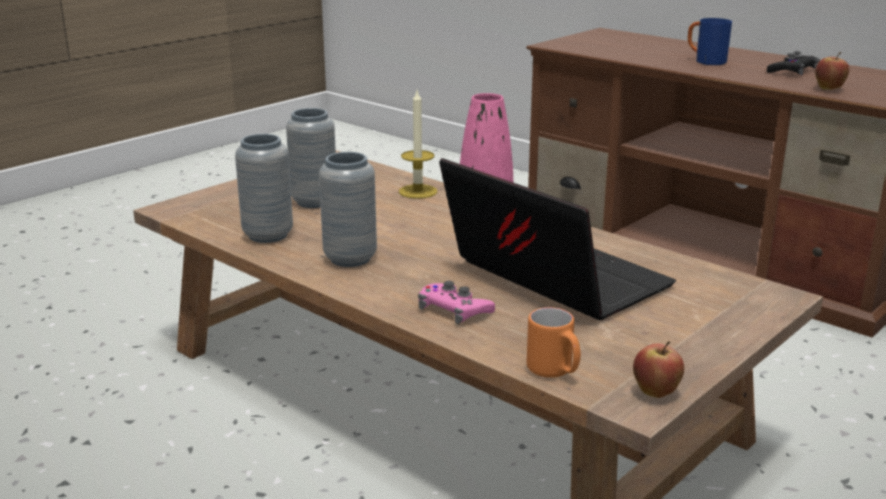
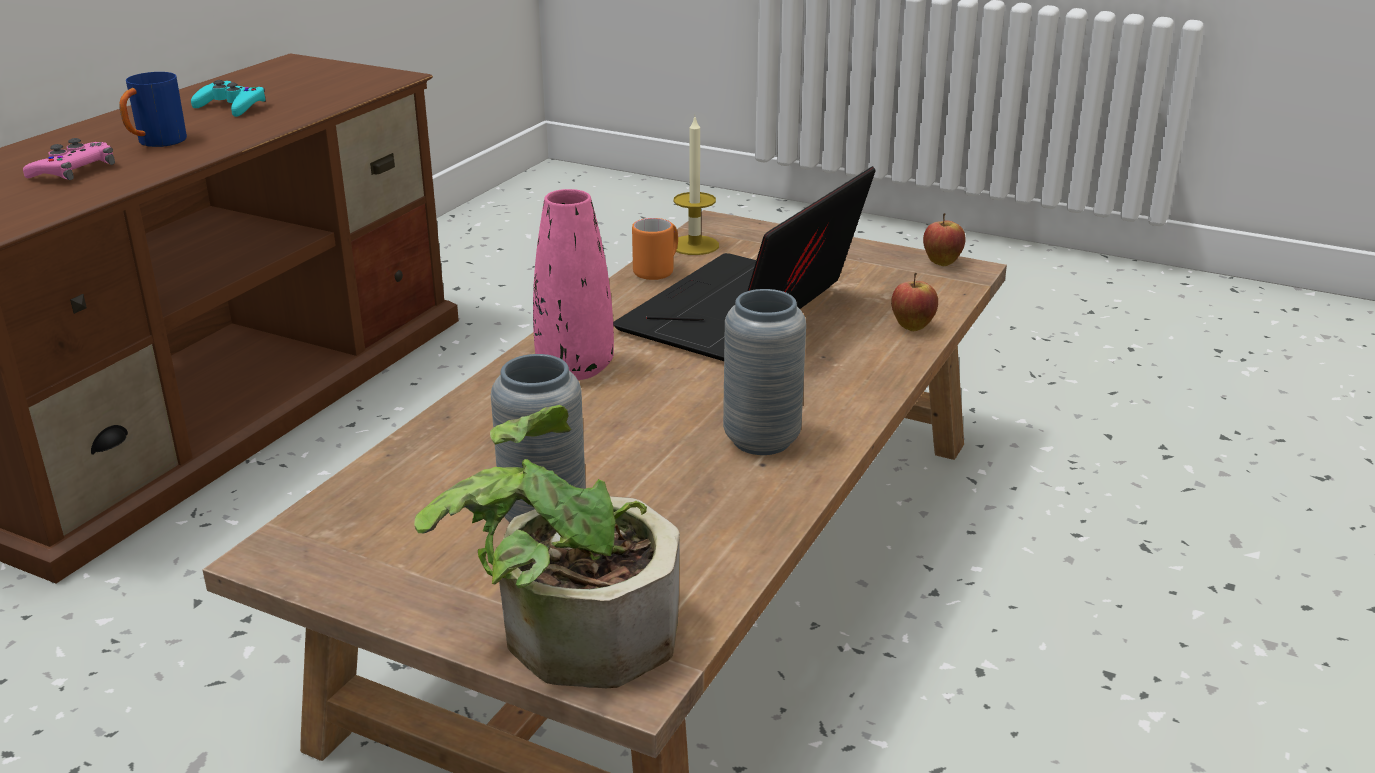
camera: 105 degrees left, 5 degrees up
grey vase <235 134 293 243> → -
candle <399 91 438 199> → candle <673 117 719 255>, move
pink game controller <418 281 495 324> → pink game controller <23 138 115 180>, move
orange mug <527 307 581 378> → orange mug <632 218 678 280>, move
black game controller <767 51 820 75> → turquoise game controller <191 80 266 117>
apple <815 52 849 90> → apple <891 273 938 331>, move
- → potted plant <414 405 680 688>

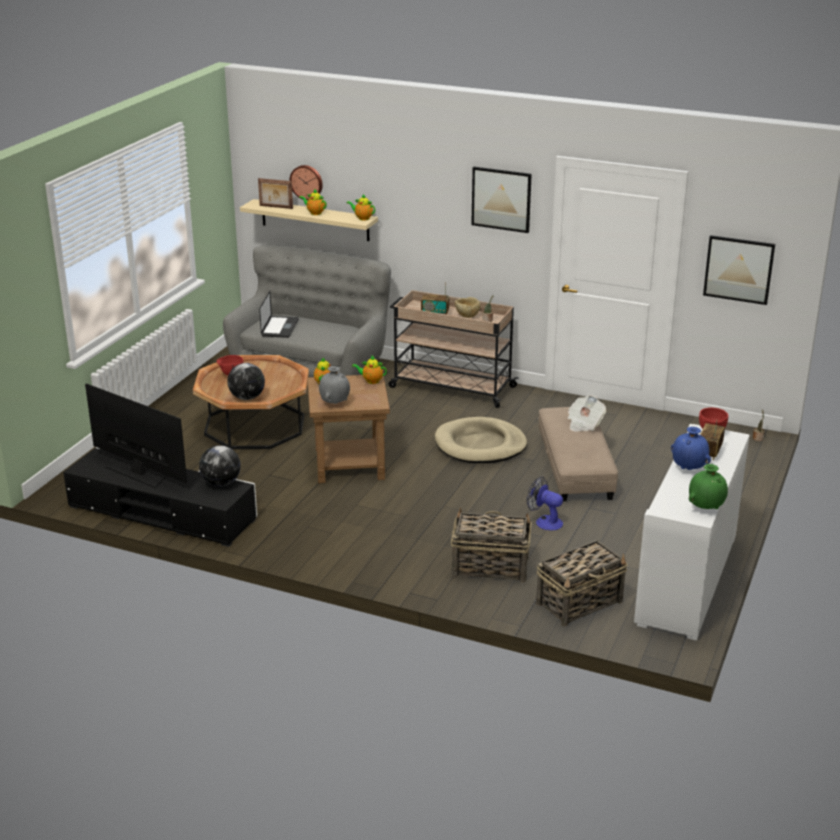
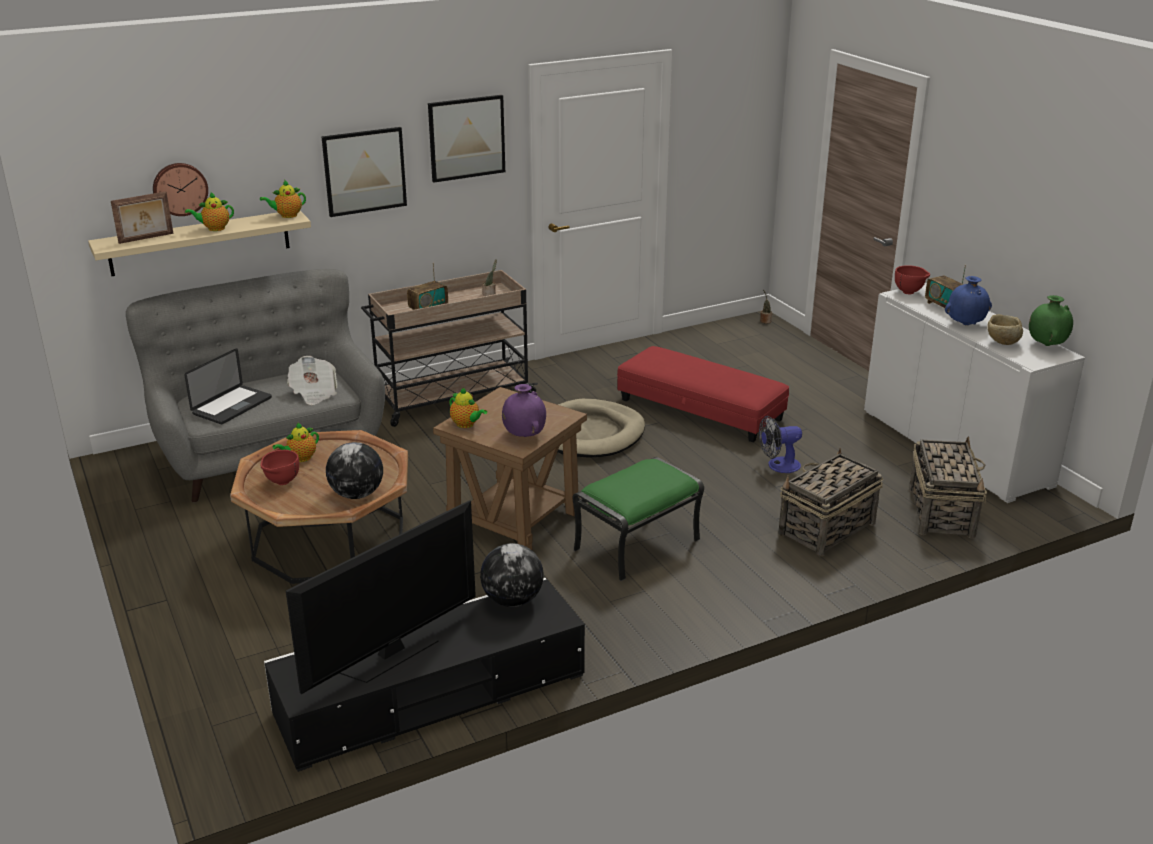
camera: 50 degrees left, 0 degrees up
television <85 383 187 488> → television <286 500 476 694>, 150 degrees clockwise
laptop <259 291 298 338> → laptop <184 348 272 424>, 75 degrees clockwise
grey vase <319 366 350 404> → purple vase <502 384 546 437>
teapot <352 356 387 384> → teapot <273 422 319 462>, move
beige bowl <455 297 480 318> → beige bowl <987 314 1023 345>, move
beige ottoman <538 407 618 501> → red ottoman <617 346 789 442>
newspaper <568 395 606 432> → newspaper <287 356 337 405>, move
picture <703 235 775 305> → picture <322 127 407 217>, move
- → green ottoman <572 457 704 581>

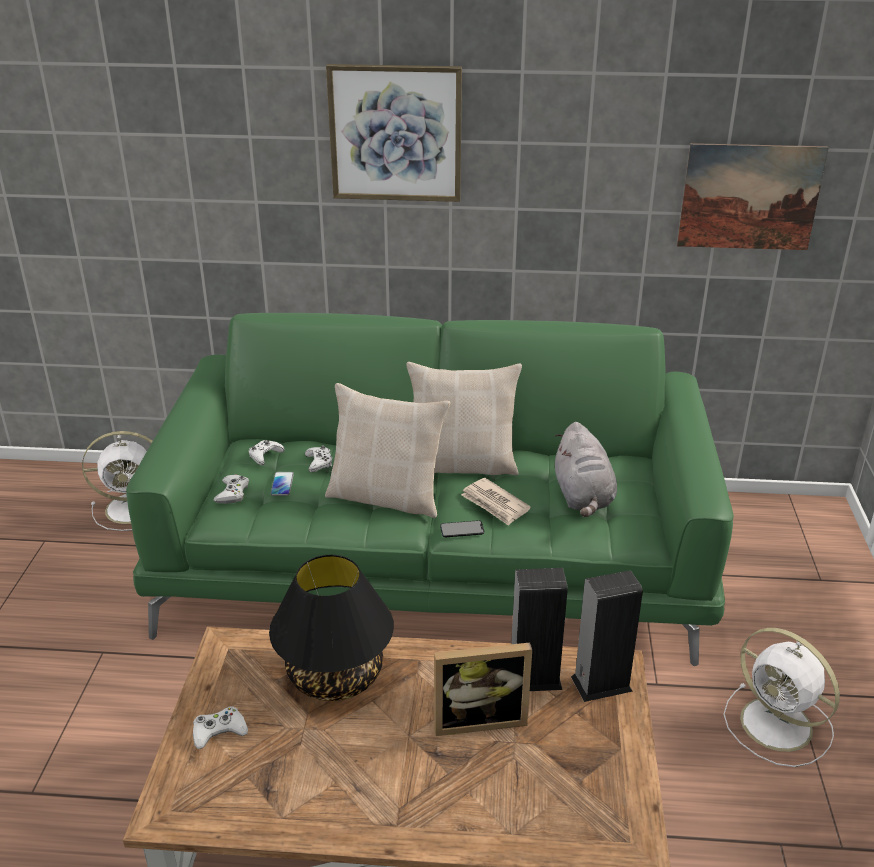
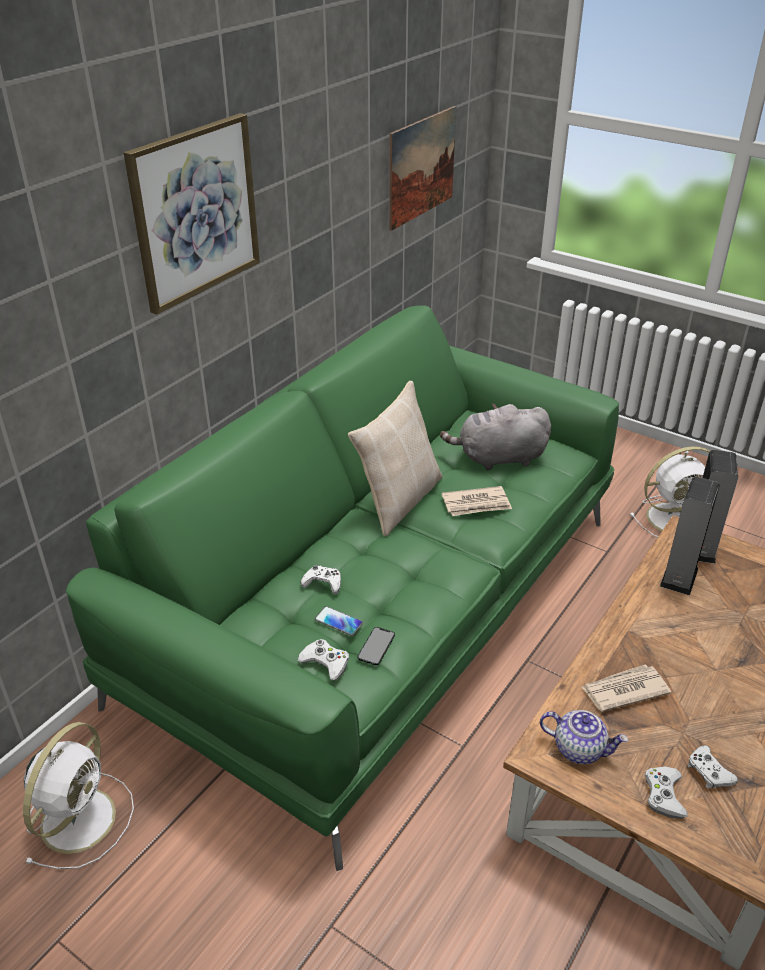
camera: 60 degrees left, 5 degrees up
white game controller <249 440 284 465> → white game controller <688 745 738 788>, move
black table lamp <269 555 394 701> → newspaper <581 664 671 712>
beige pillow <325 383 450 518> → -
picture frame <434 643 532 736> → -
phone <440 520 484 537> → phone <358 627 395 665>, move
grey plush toy <555 422 617 517> → grey plush toy <440 404 551 470>, 150 degrees clockwise
- → teapot <540 710 628 764>

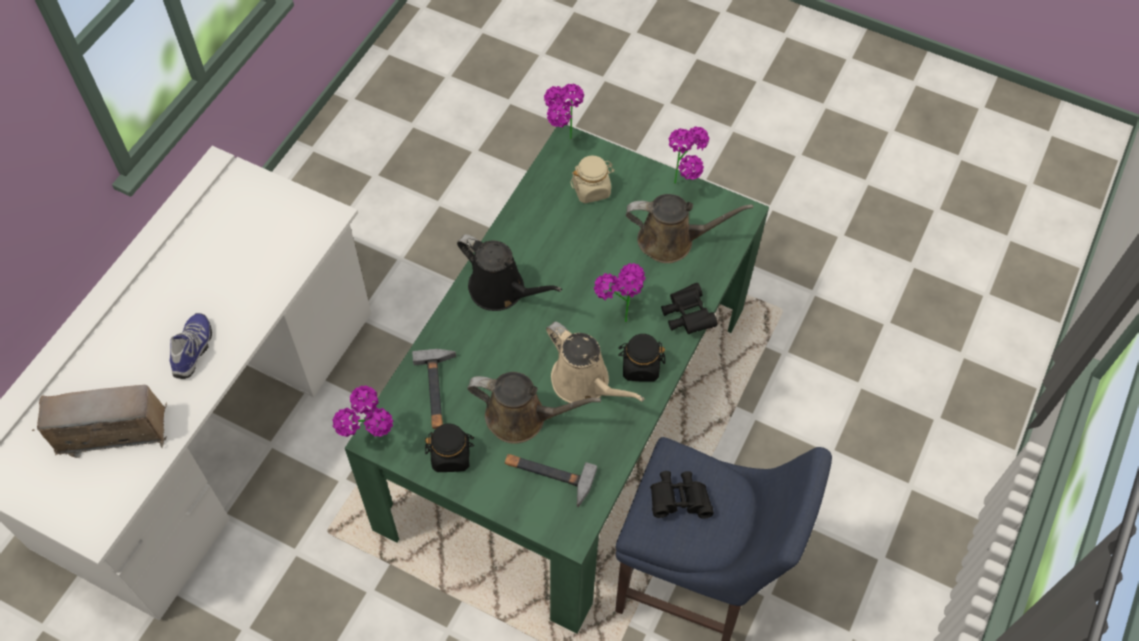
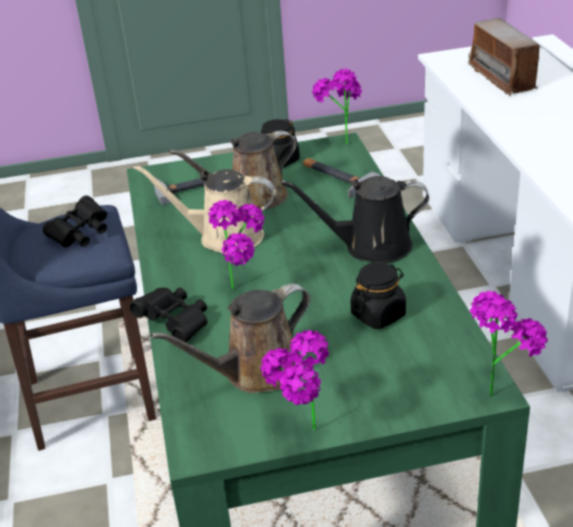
camera: 145 degrees right, 25 degrees down
radio <32 385 167 458> → radio <468 18 542 96>, 120 degrees clockwise
shoe <170 313 212 379> → -
beige jar <570 155 615 203> → -
black jar <618 334 665 382> → black jar <351 262 406 329>, move

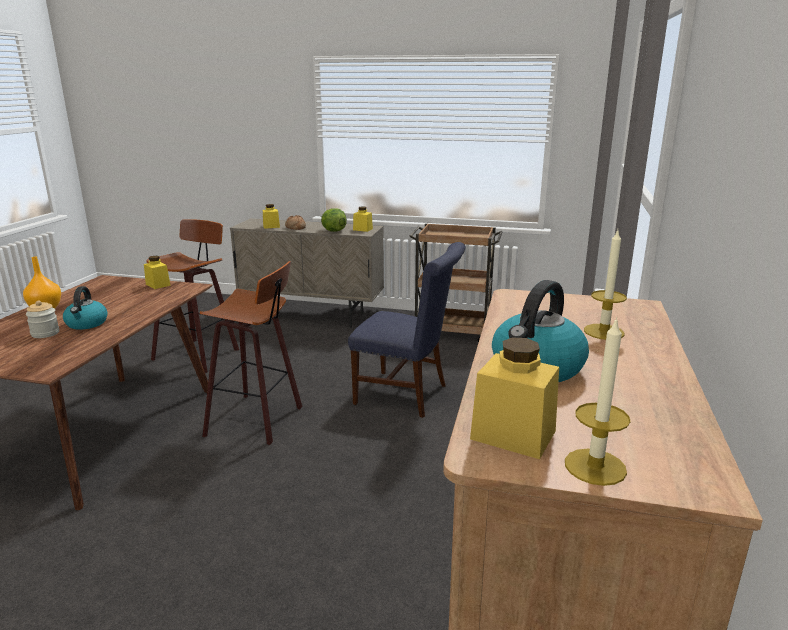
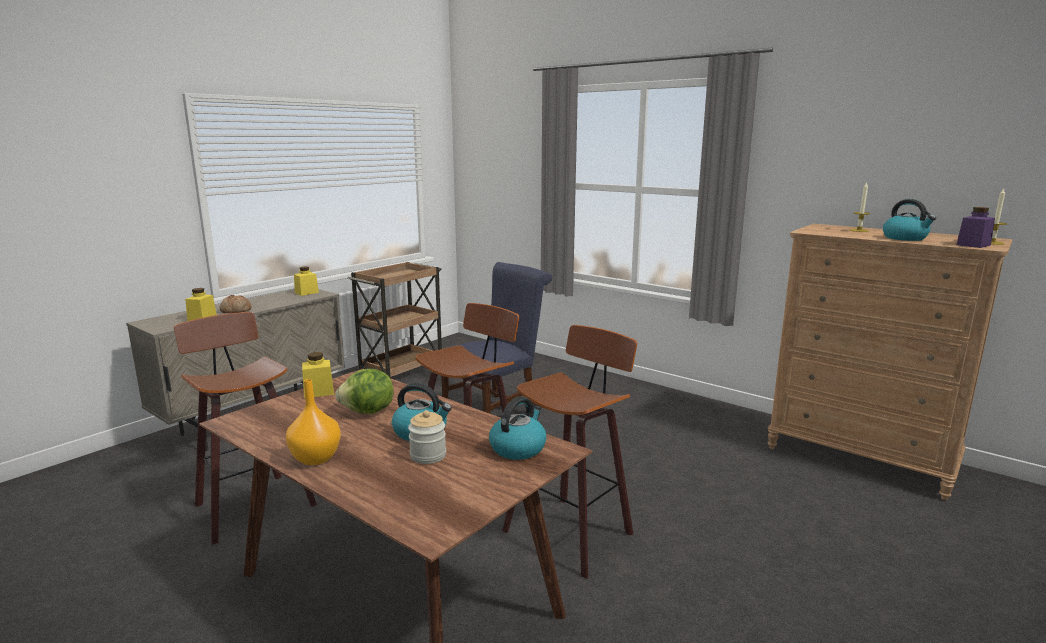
camera: 65 degrees left, 5 degrees down
lettuce <321 208 347 231> → lettuce <335 369 393 414>, move
yellow jar <470 337 559 459> → purple jar <956 207 995 248>
- → kettle <489 396 546 460>
- → stool <502 325 637 579>

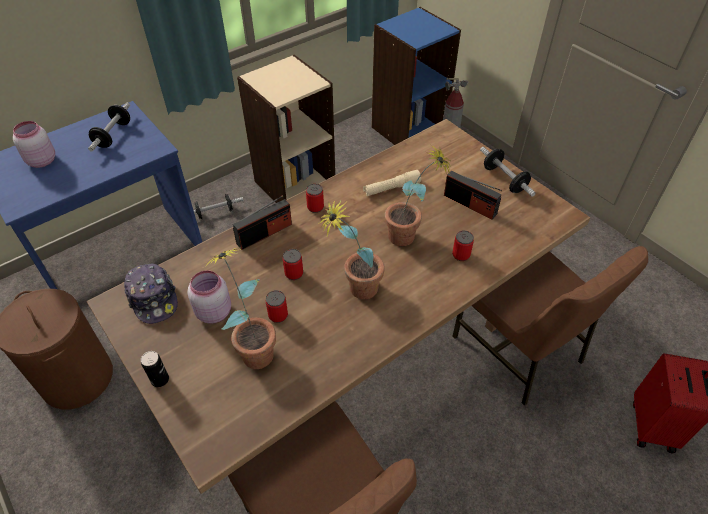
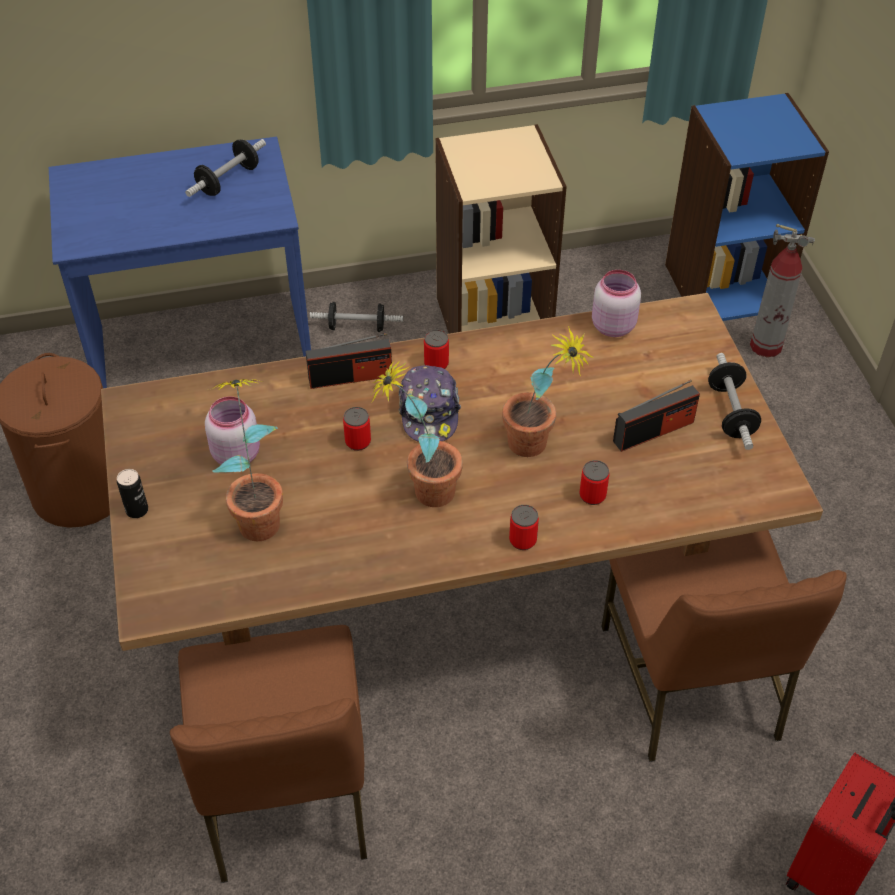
camera: 25 degrees right, 0 degrees up
pink jar <13 121 55 168> → pink jar <592 270 641 337>, move
cap <124 264 178 324> → cap <399 365 461 442>, move
can <266 290 288 323> → can <509 505 539 550>, move
beige flashlight <363 170 421 196> → -
radio <444 171 502 220> → radio <613 380 700 452>, 90 degrees counterclockwise

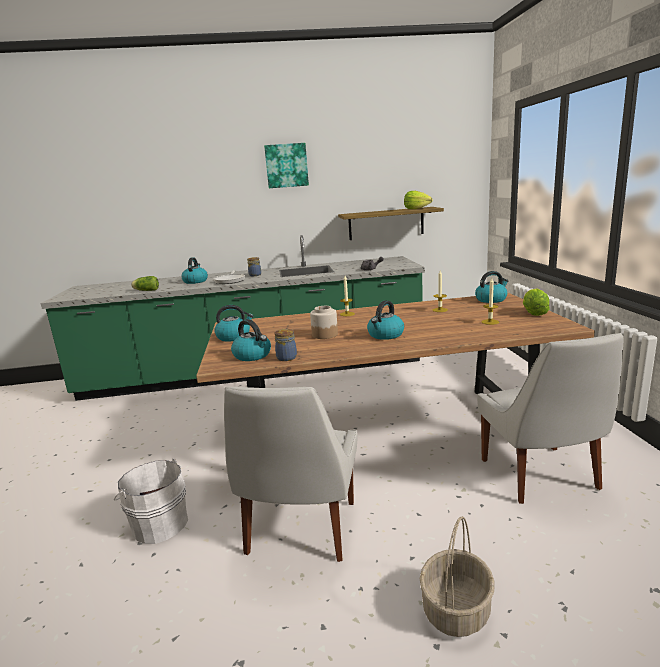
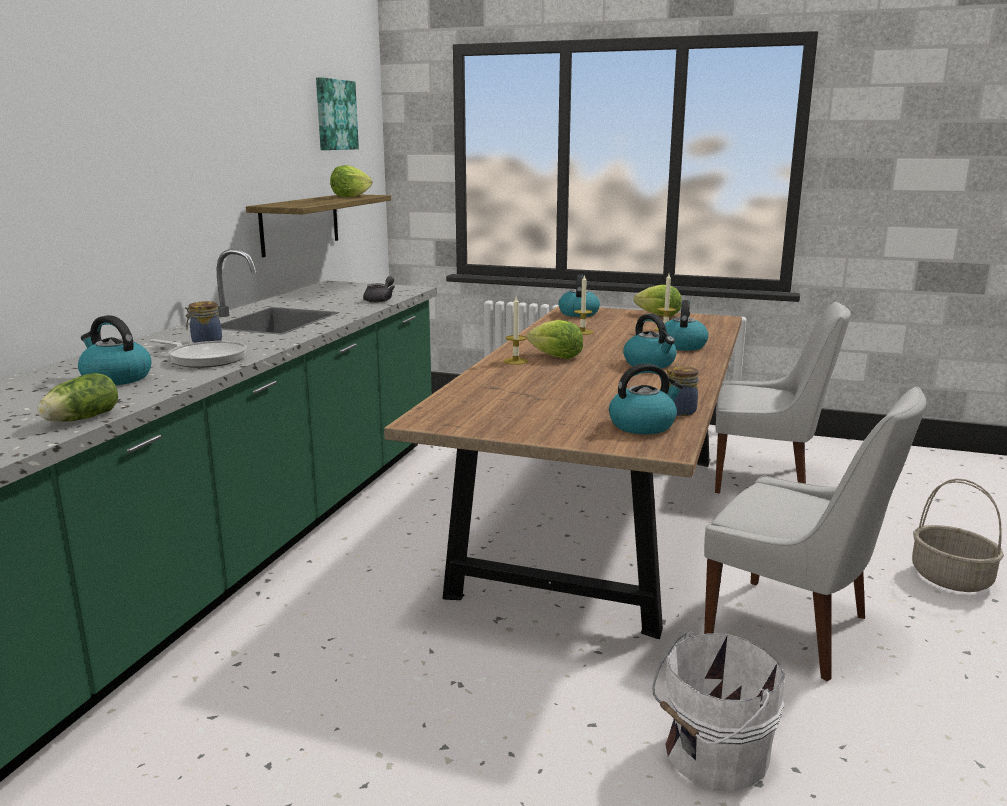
camera: 65 degrees left, 0 degrees up
kettle <214 305 254 342> → kettle <665 300 709 351>, move
picture <264 143 309 188> → picture <316 77 359 150>, move
jar <310 306 338 339> → -
- → lettuce <527 320 583 359>

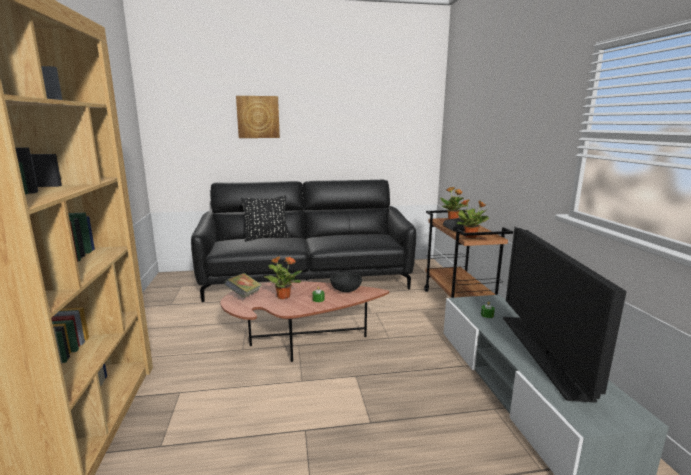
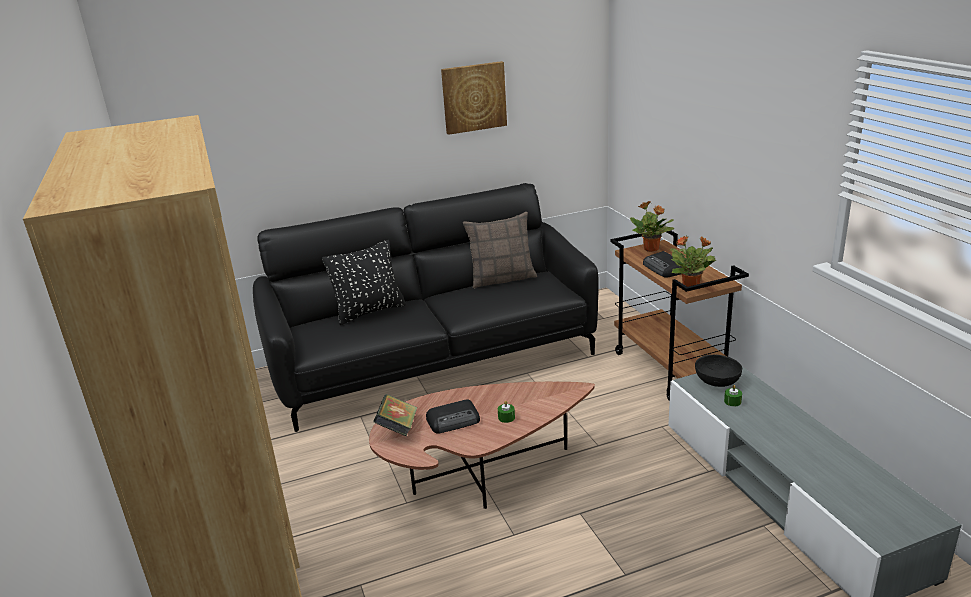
camera: 10 degrees left, 10 degrees up
picture <236 96 280 138> → picture <441 61 507 135>, move
potted plant <264 256 302 299> → radio <426 399 480 434>
black bowl <330 272 362 292> → black bowl <695 355 742 387>, move
television <503 227 627 403> → -
- → pillow <463 212 537 289>

